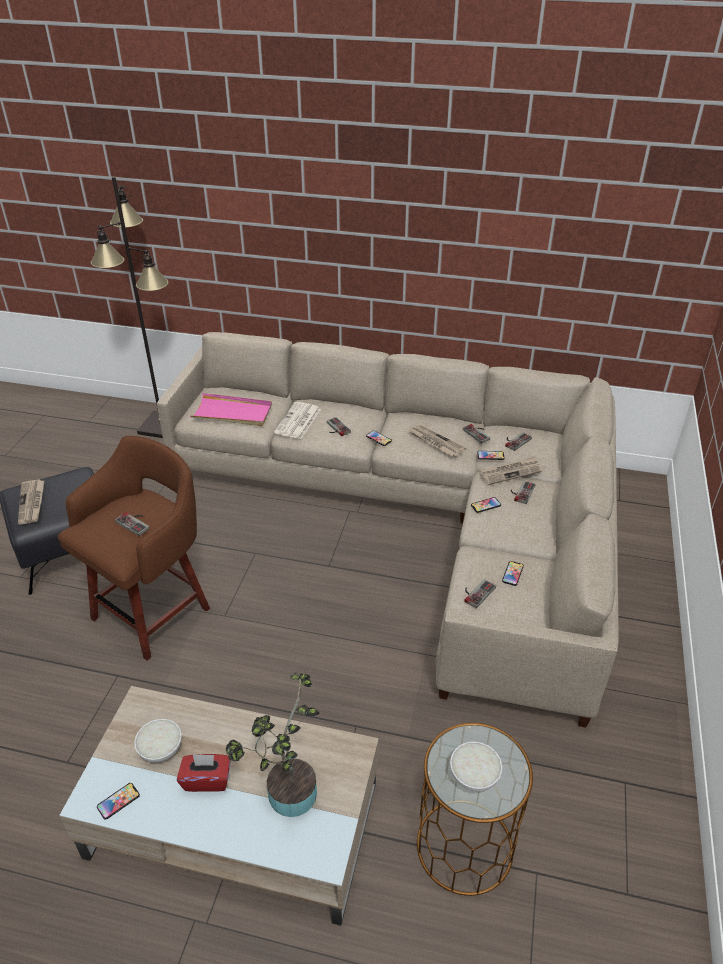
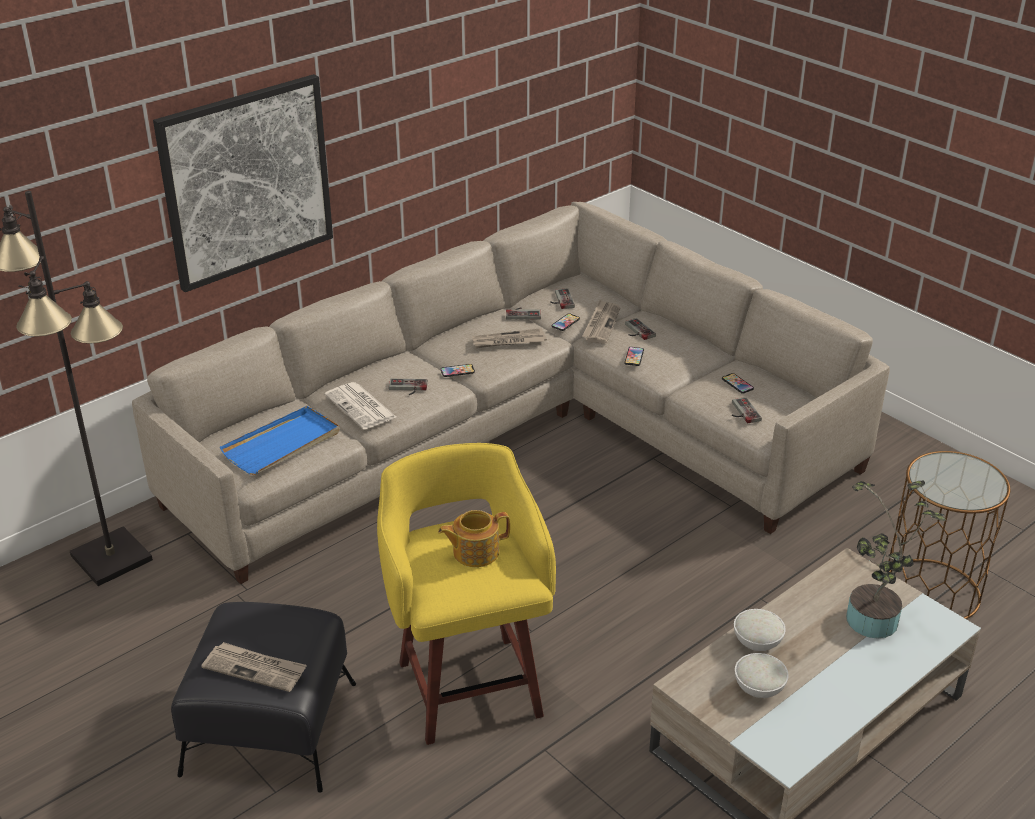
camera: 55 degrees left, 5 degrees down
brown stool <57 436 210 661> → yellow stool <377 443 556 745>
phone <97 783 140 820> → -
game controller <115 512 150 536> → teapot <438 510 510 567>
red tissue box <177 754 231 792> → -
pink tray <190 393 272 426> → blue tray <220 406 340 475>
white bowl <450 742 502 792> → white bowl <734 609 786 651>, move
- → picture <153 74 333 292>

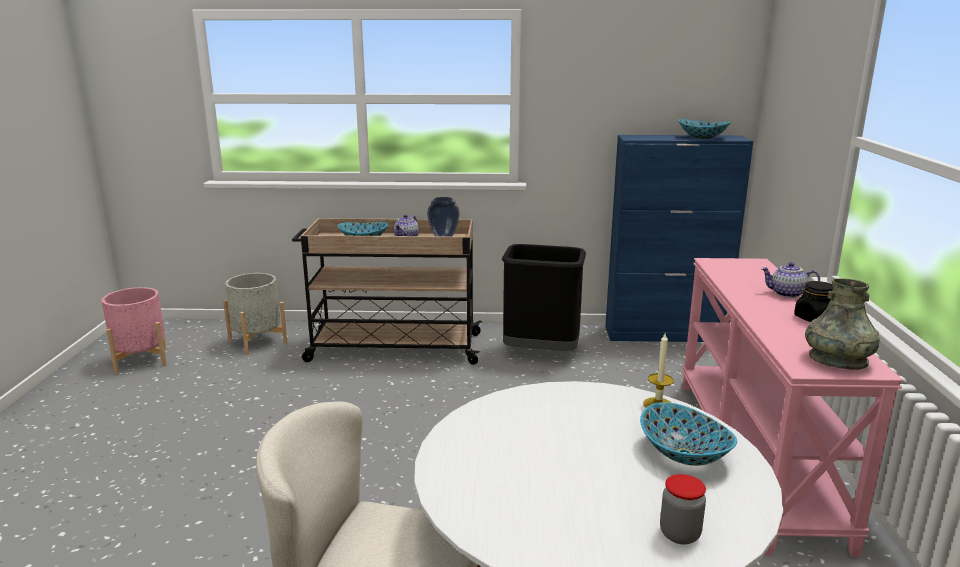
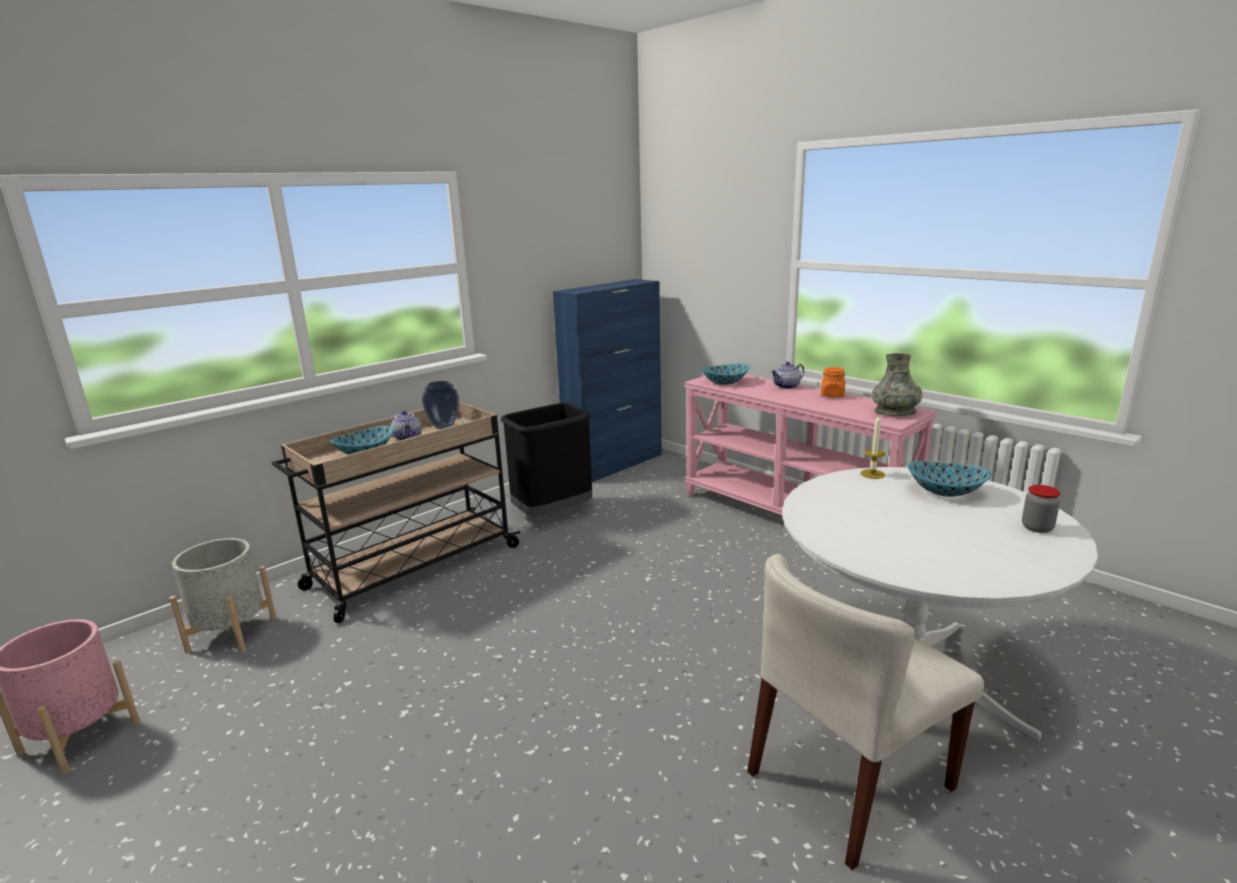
camera: 45 degrees left, 0 degrees up
bowl <678 119 731 139> → bowl <700 363 750 385>, move
black jar <794 281 833 322> → orange jar <821 367 845 397>

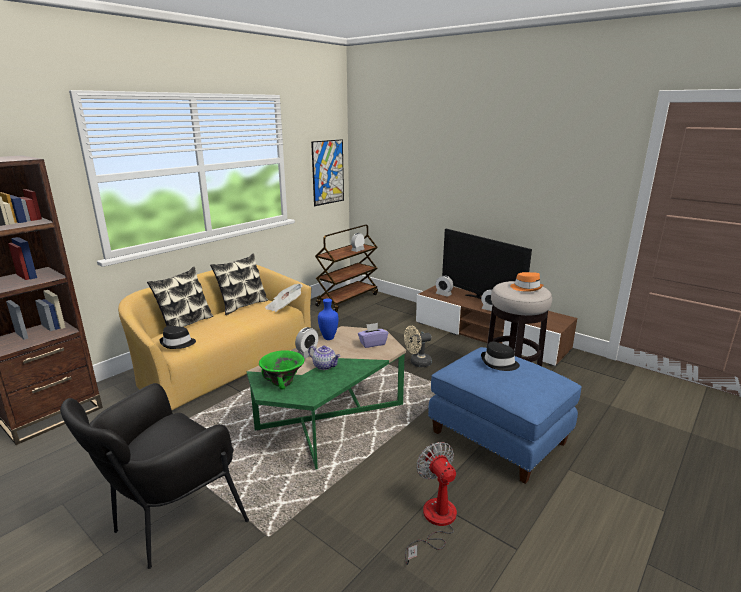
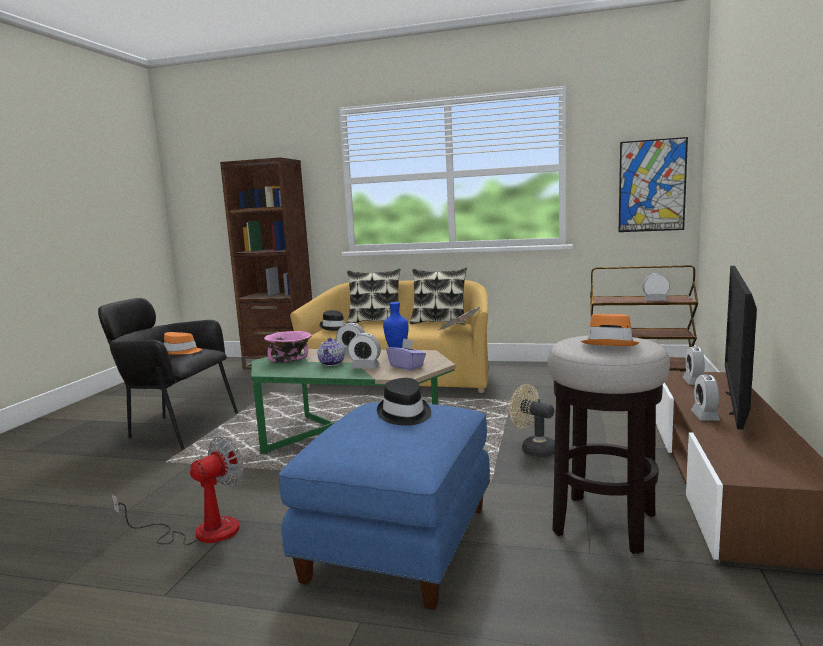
camera: 65 degrees right, 10 degrees down
green bowl <259 350 304 390> → pink bowl <264 331 312 362>
- → orange hat <164 332 202 355>
- → alarm clock <348 333 381 369>

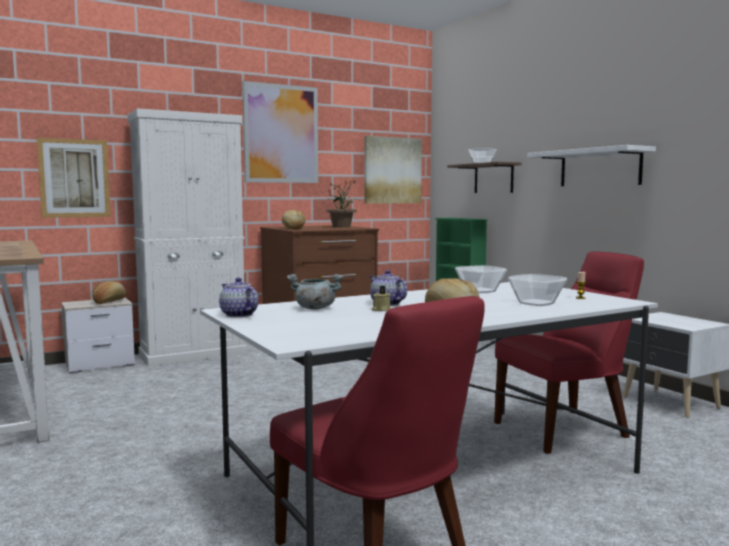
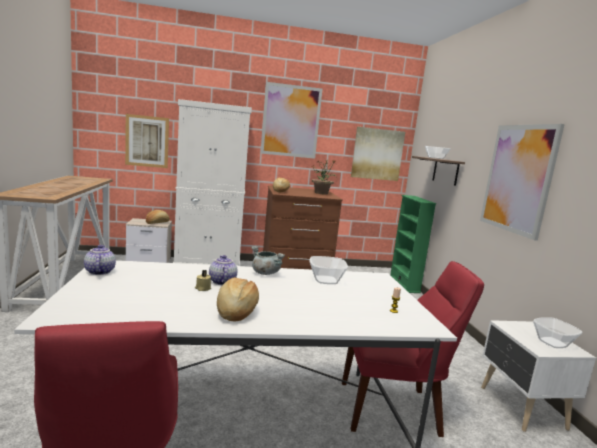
camera: 20 degrees right, 5 degrees up
grey cooking pot <286 274 343 309> → grey cooking pot <251 246 285 275>, move
bowl <508 274 567 306> → bowl <533 317 582 348>, move
white shelf <527 145 656 186> → picture <480 124 565 241>

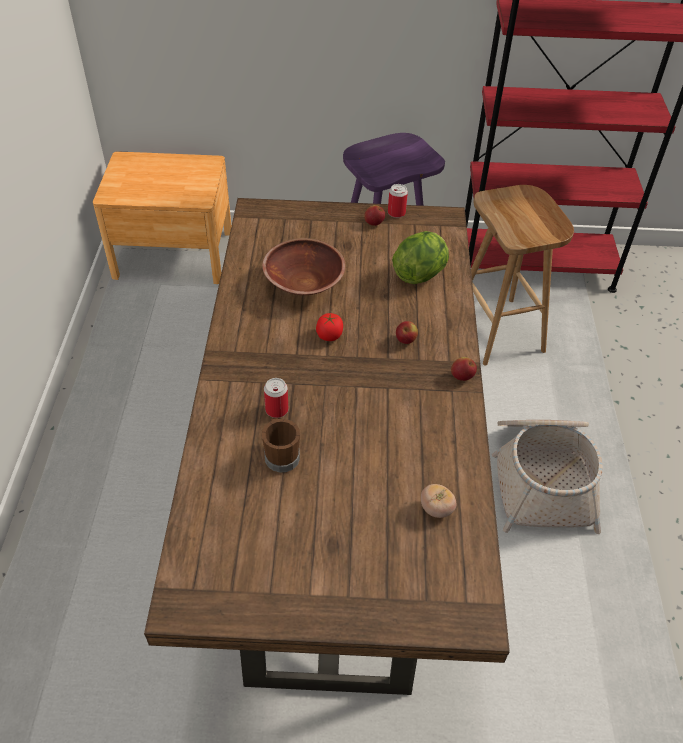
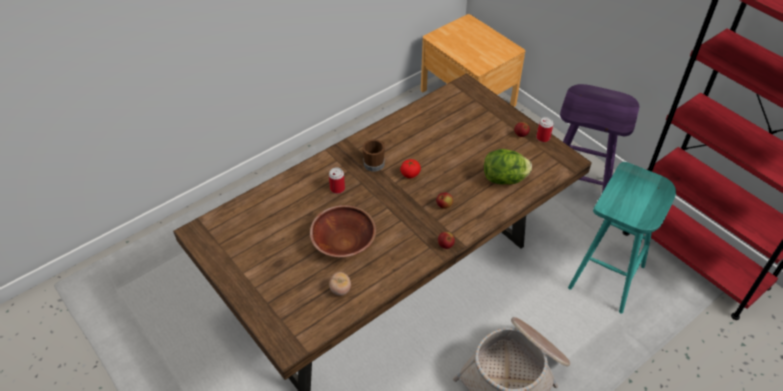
camera: 50 degrees right, 0 degrees up
brown bowl <262 238 345 295> → brown bowl <310 205 376 257>, move
brown mug <262 418 300 473> → brown mug <363 139 385 172>, move
brown stool <471 185 574 365> → turquoise stool <568 162 676 314>

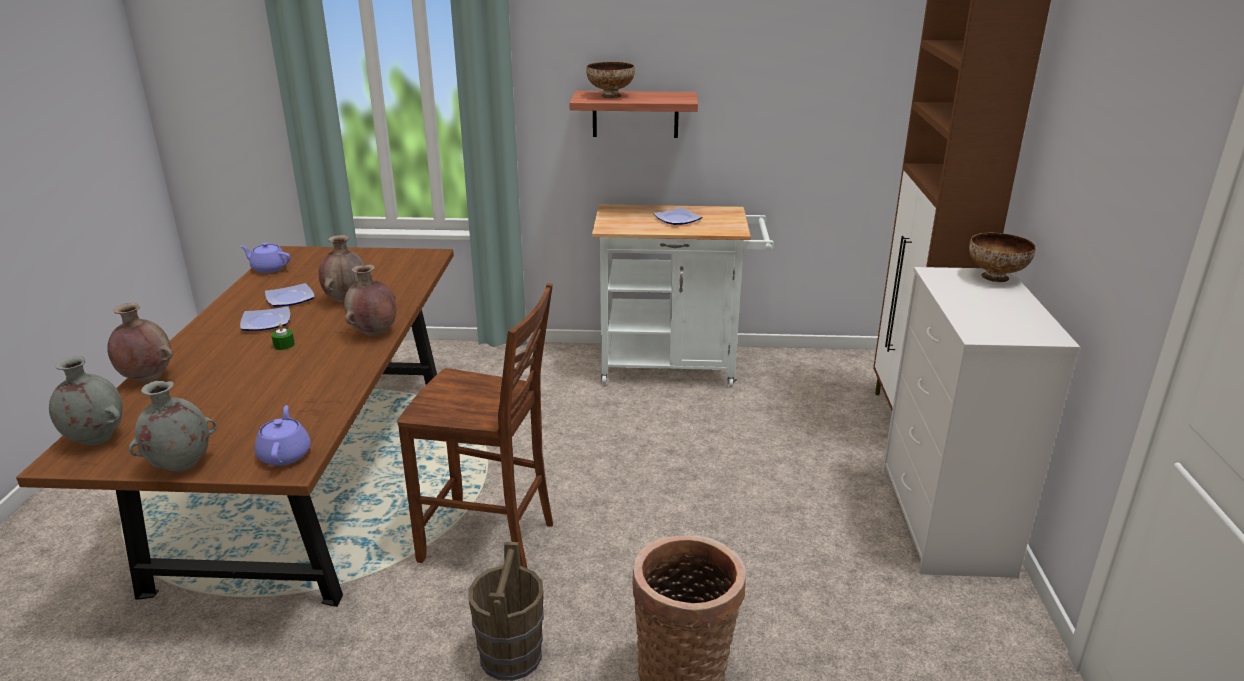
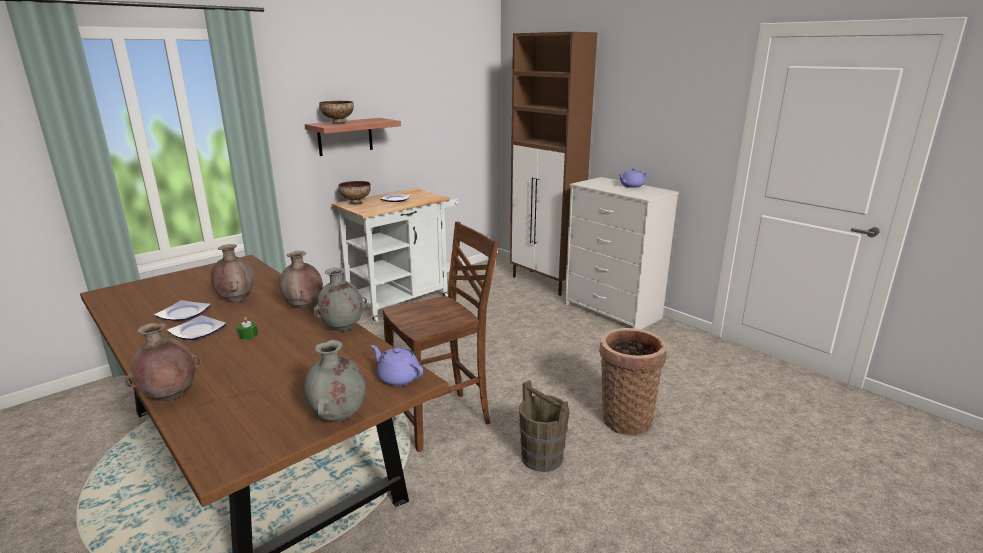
camera: 45 degrees left, 5 degrees down
grey vase <49 356 122 446> → grey vase <313 268 367 331>, move
purple teapot <240 242 291 273> → purple teapot <619 168 647 188>, move
bowl <969 233 1035 282> → bowl <338 181 371 205>, move

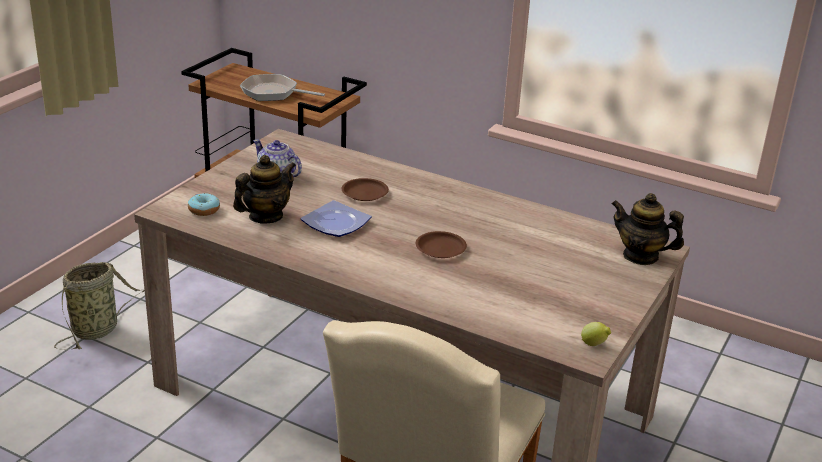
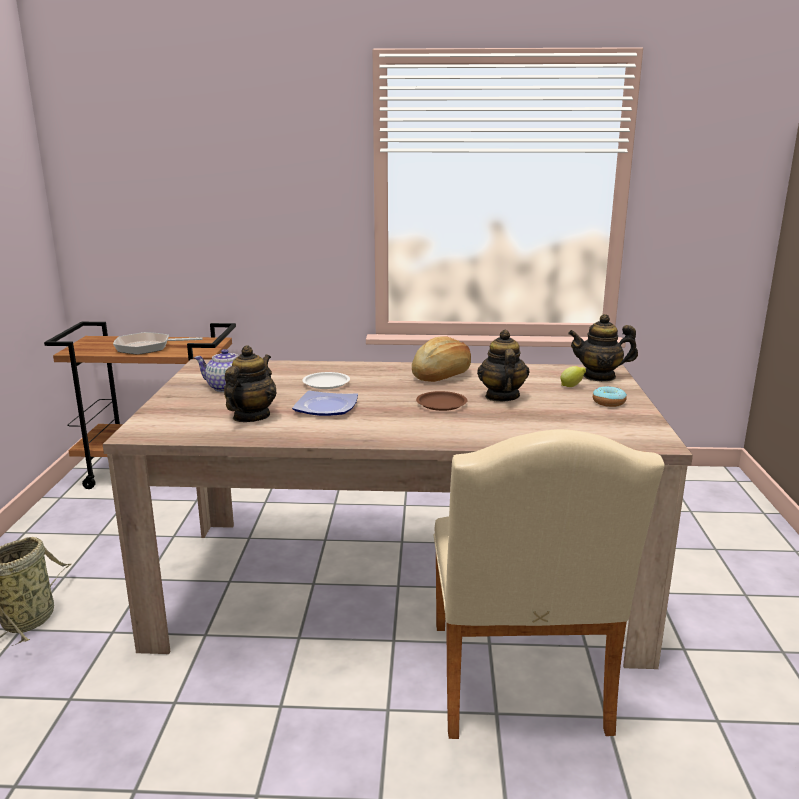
camera: 25 degrees left, 10 degrees down
donut <188 193 220 216> → donut <593 386 627 407>, move
brown plate <342 178 389 201> → white plate <302 372 350 389>
lemon <581 322 611 346> → lemon <561 366 586 387>, move
- → bread <412 336 471 382>
- → teapot <477 330 530 402>

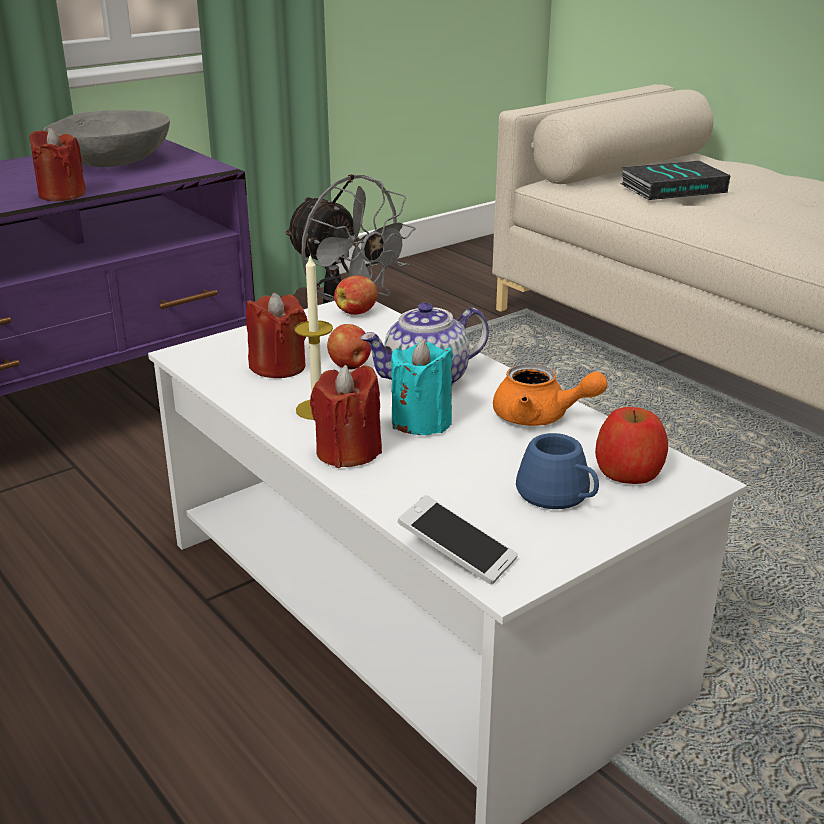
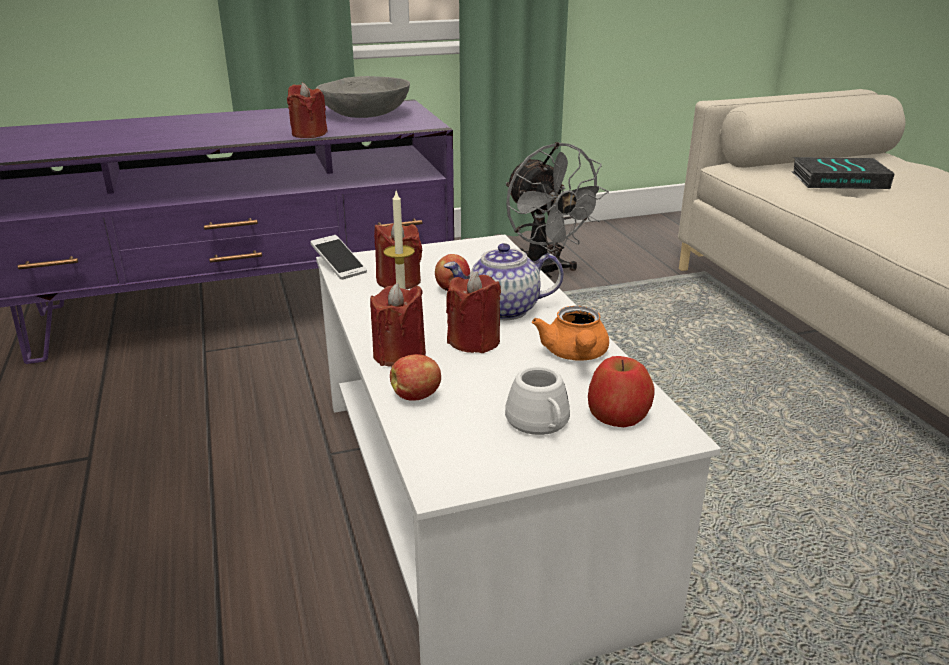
camera: 20 degrees right, 0 degrees up
apple <334 275 377 315> → apple <390 354 441 401>, move
turquoise candle <391 339 454 435> → red candle <446 272 501 353>
phone <397 495 518 584> → phone <311 235 367 280>, move
orange teapot <493 364 608 426> → orange teapot <532 306 609 361>, 45 degrees clockwise
blue mug <516 433 599 509> → white mug <505 367 570 435>

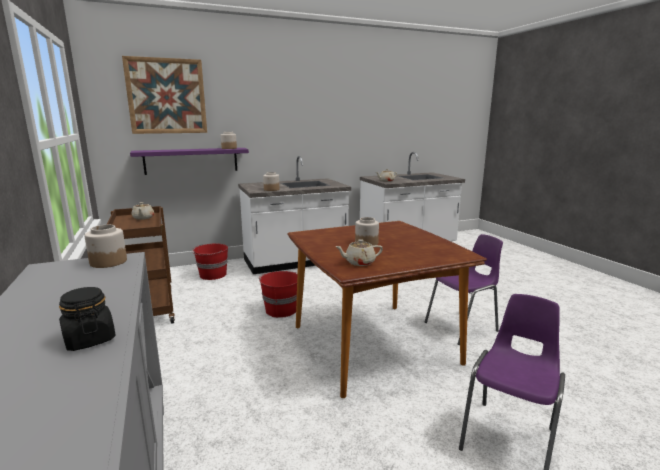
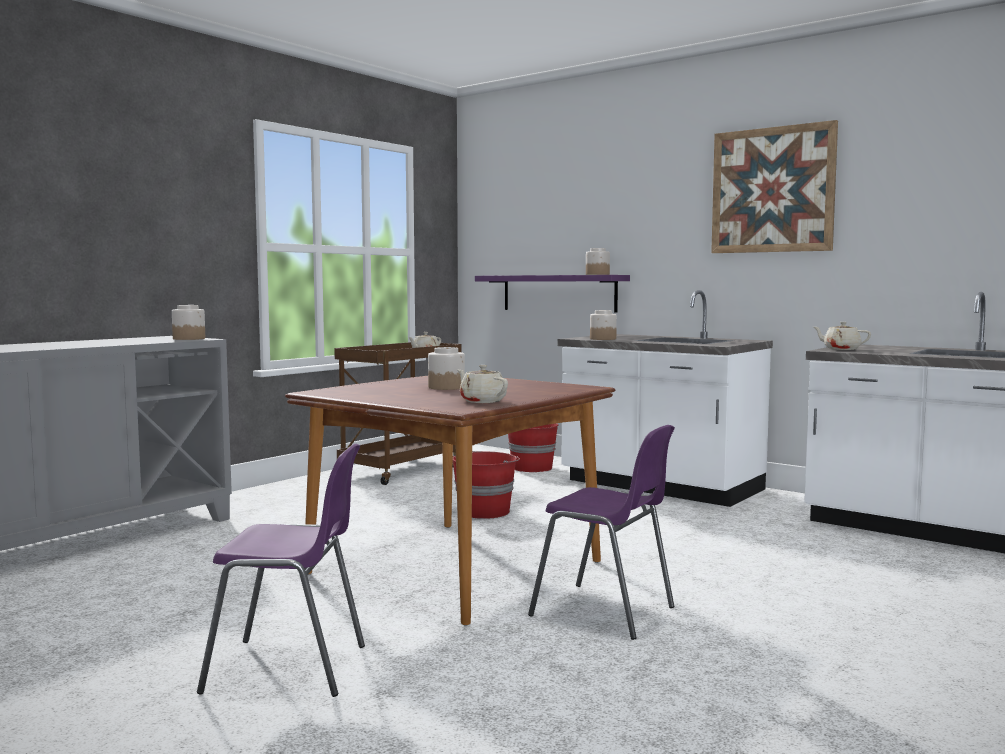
camera: 60 degrees right, 10 degrees down
black jar <59 287 115 351> → -
picture <122 56 207 134> → picture <711 120 838 253>, move
beige teapot <335 239 383 266> → beige teapot <458 365 508 403>, move

